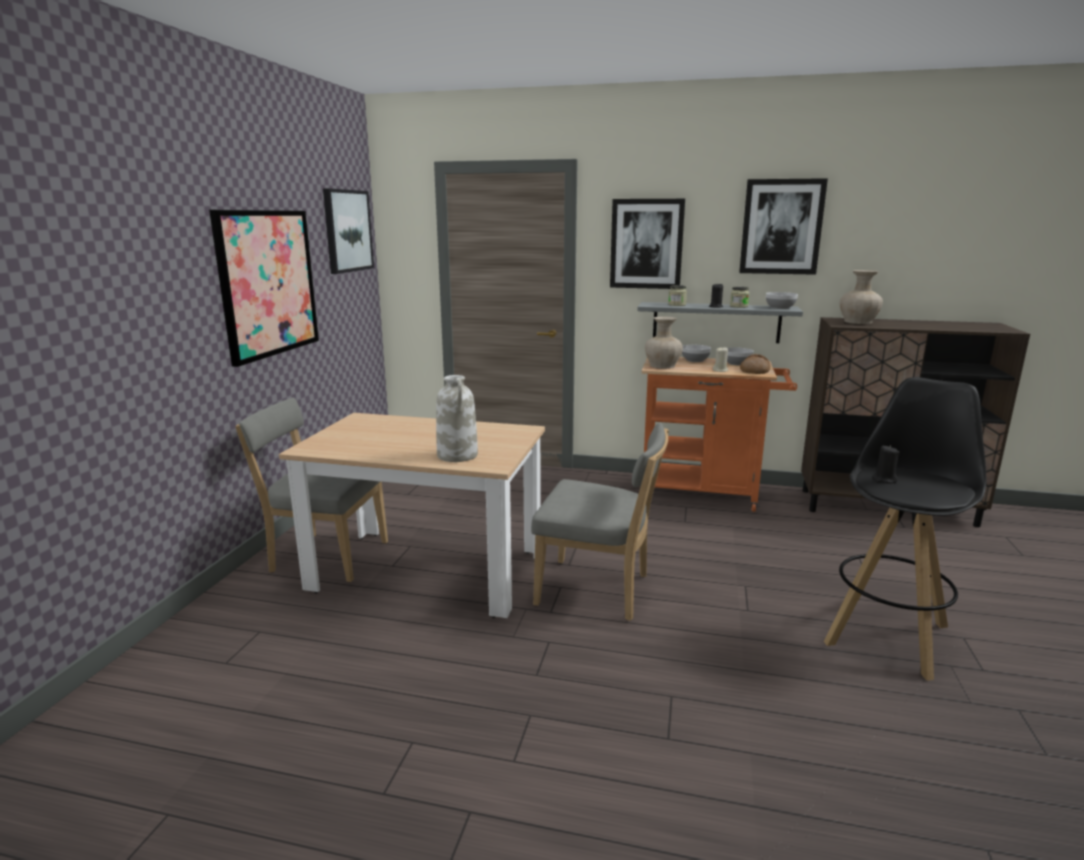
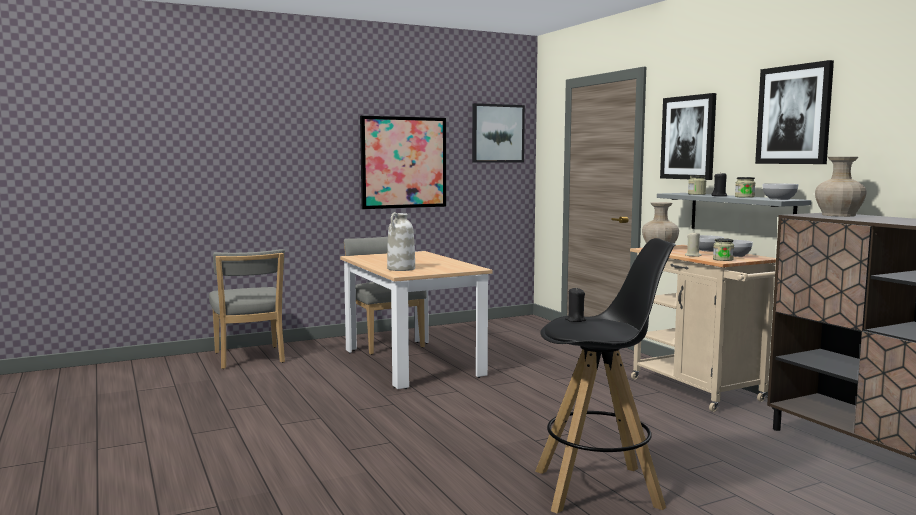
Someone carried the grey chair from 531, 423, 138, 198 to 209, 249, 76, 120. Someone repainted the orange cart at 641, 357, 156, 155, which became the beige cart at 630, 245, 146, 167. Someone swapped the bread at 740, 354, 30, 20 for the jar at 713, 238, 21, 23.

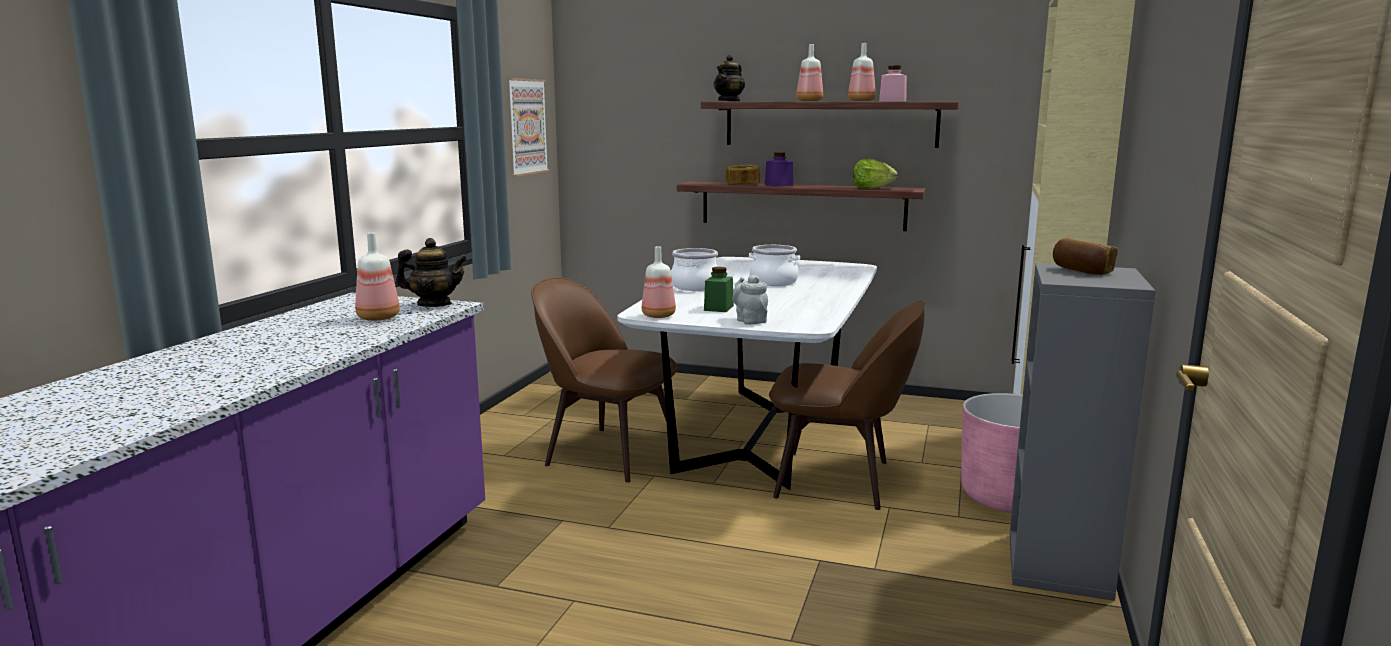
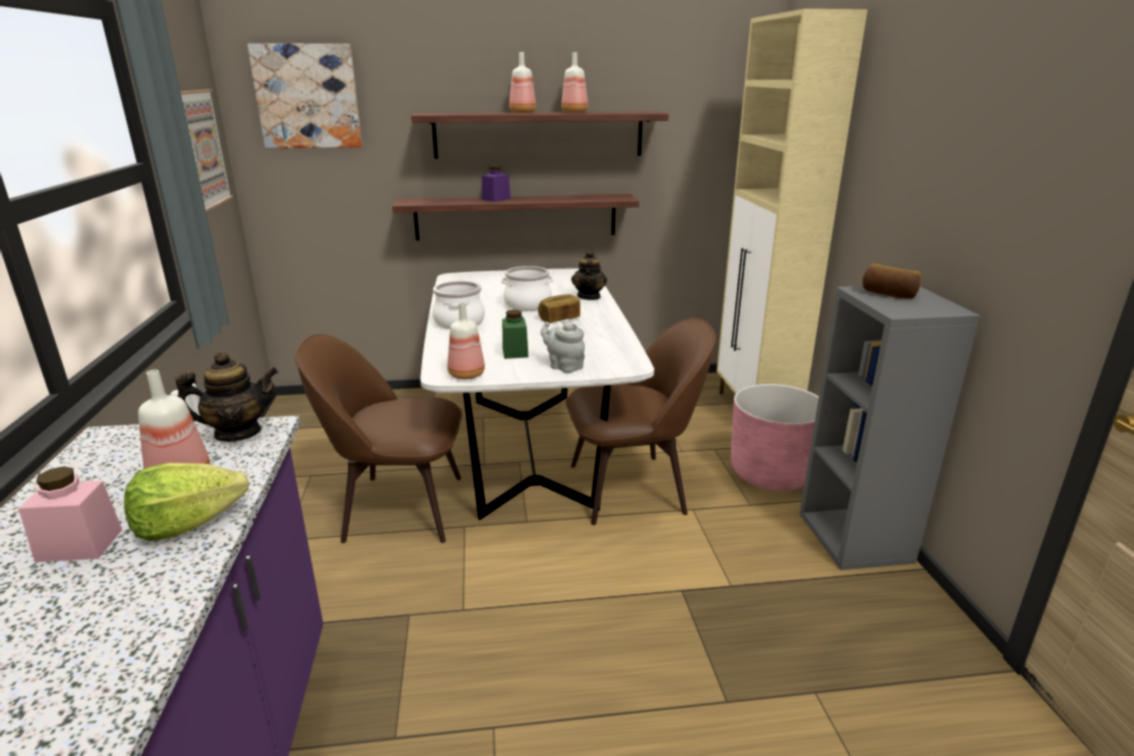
Someone carried the teapot from 714, 55, 31, 46 to 571, 250, 36, 50. Someone carried the bread from 725, 165, 35, 20 to 538, 294, 42, 29. Someone carried the lettuce from 853, 159, 44, 30 to 124, 463, 125, 78. Someone carried the pink jar from 879, 66, 28, 35 to 18, 466, 104, 96. Someone put up the picture at 247, 43, 115, 105.

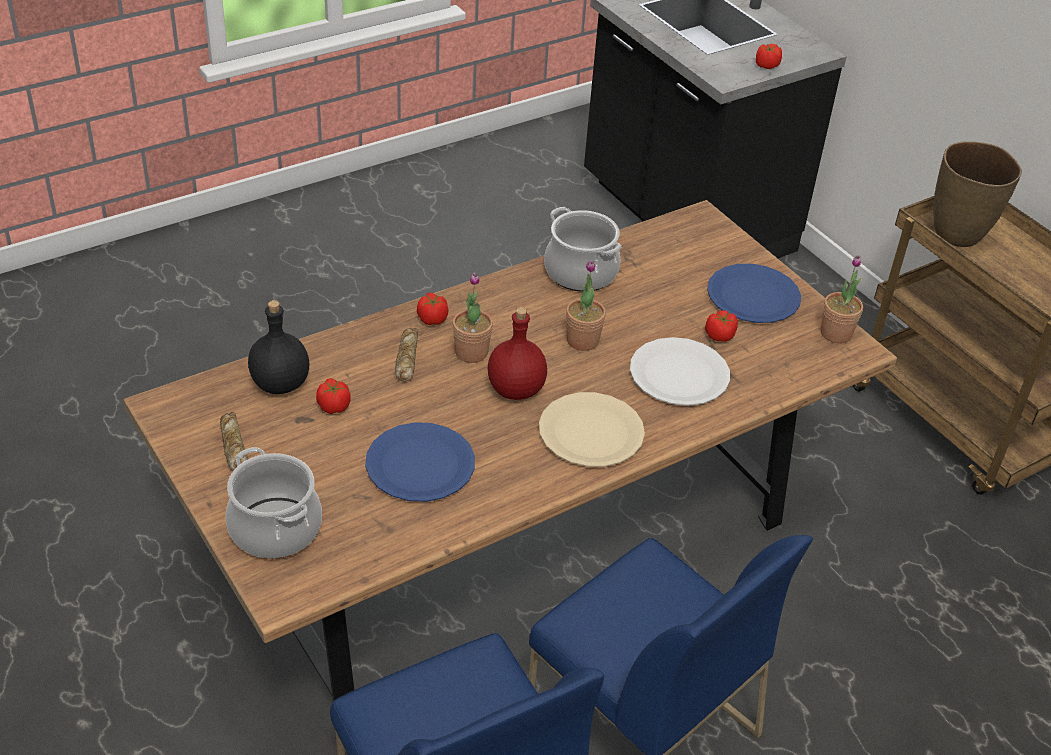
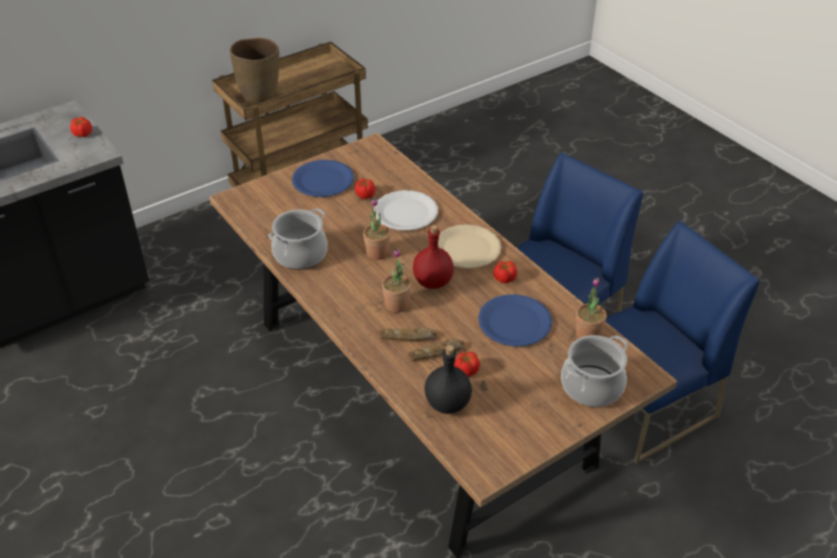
Someone carried the bread from 220, 412, 28, 59 to 408, 338, 56, 23. Someone carried the tomato from 417, 293, 32, 32 to 494, 261, 23, 22. Someone carried the potted plant from 820, 255, 43, 88 to 576, 278, 31, 61.

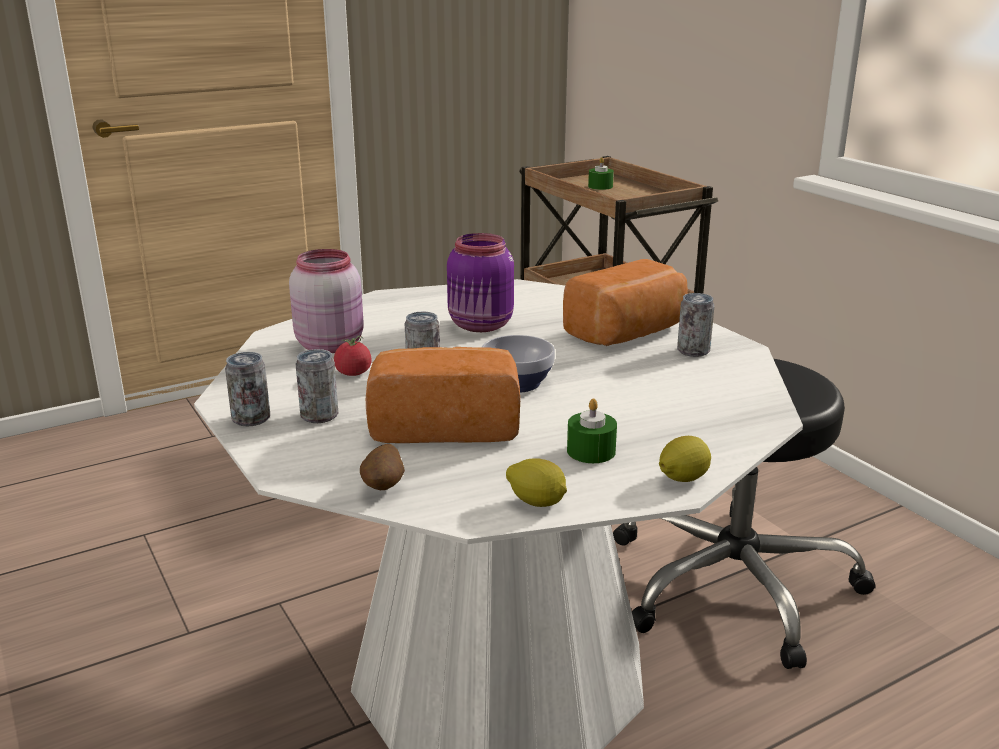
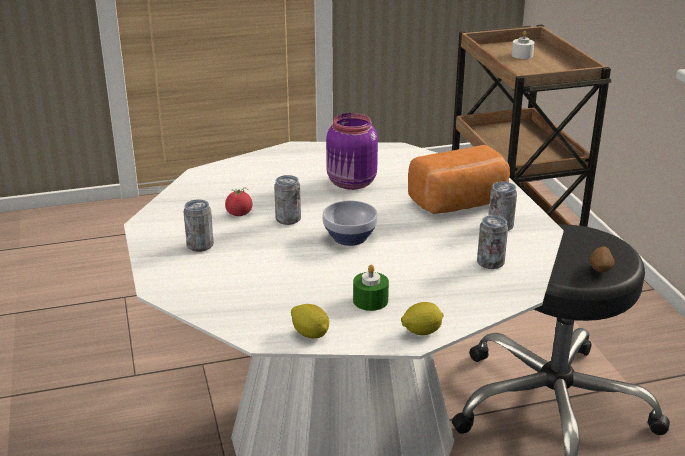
Someone carried the can from 225, 352, 45, 75 to 477, 215, 31, 54. Someone took away the pink jar at 289, 249, 75, 104. Someone carried the potato from 360, 444, 45, 46 to 589, 246, 26, 26. Someone took away the bread at 366, 347, 154, 96. Someone repainted the green candle at 588, 157, 26, 33, which became the white candle at 512, 31, 22, 28.

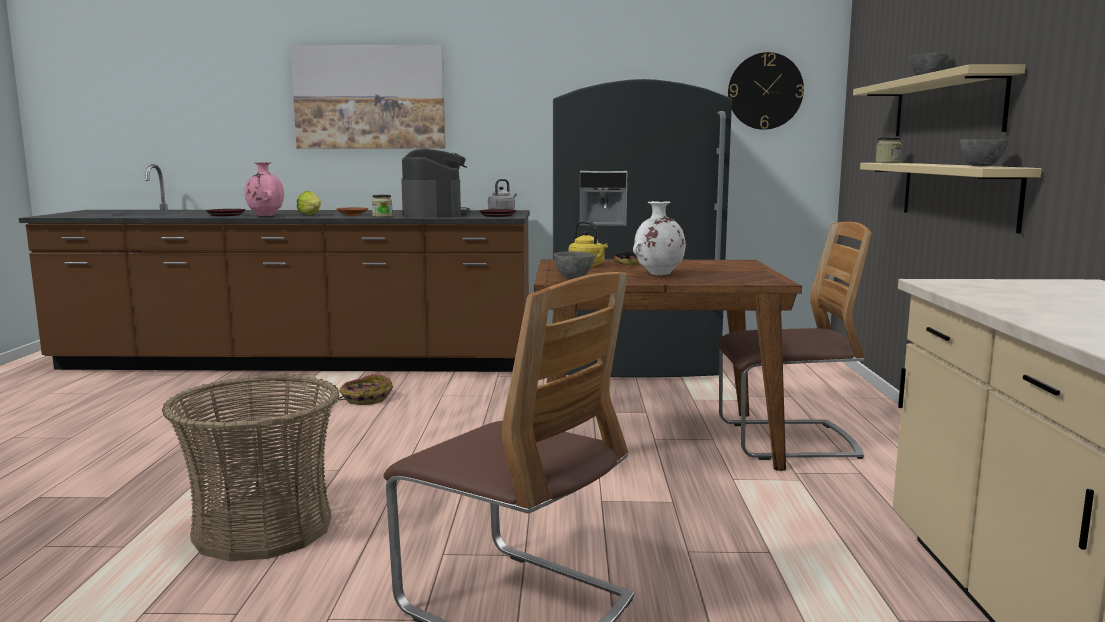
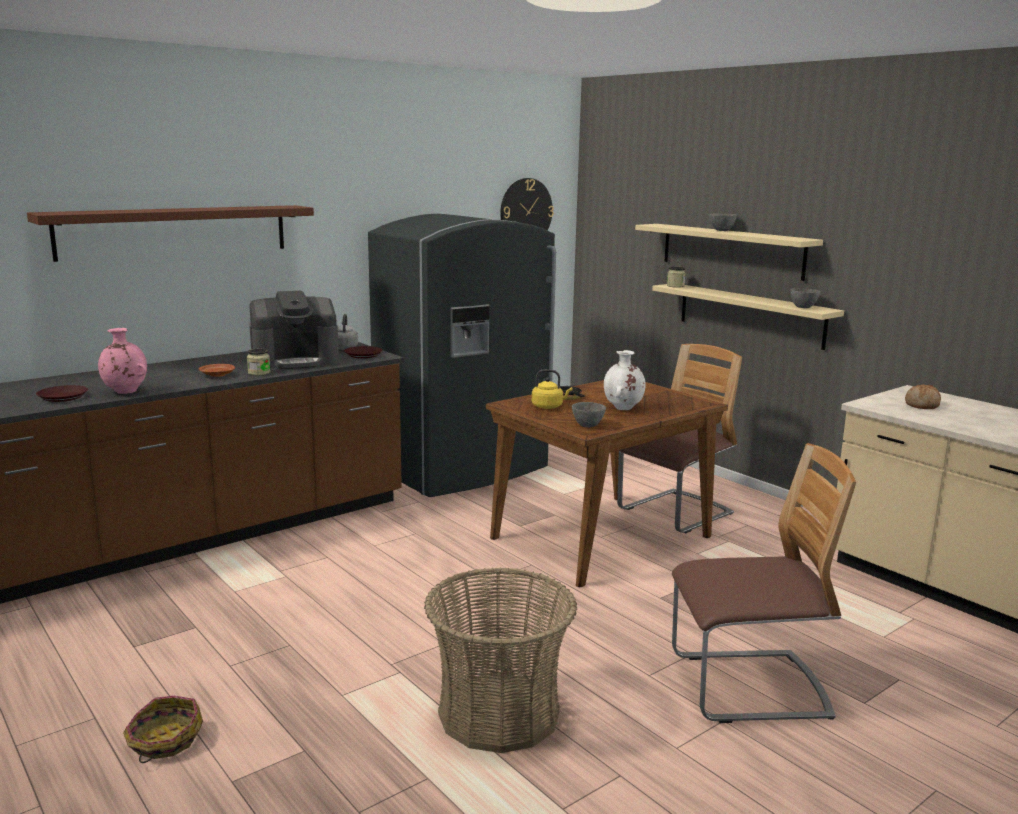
Someone swapped the picture at 290, 45, 155, 103 for the brown shelf at 27, 205, 287, 57. Someone took away the lettuce at 297, 191, 24, 24. Someone carried the basket from 338, 374, 55, 31 to 123, 696, 80, 67. Someone rotated the coffee machine at 401, 149, 69, 69 by 120 degrees clockwise. Someone put down the bread at 905, 384, 36, 25.

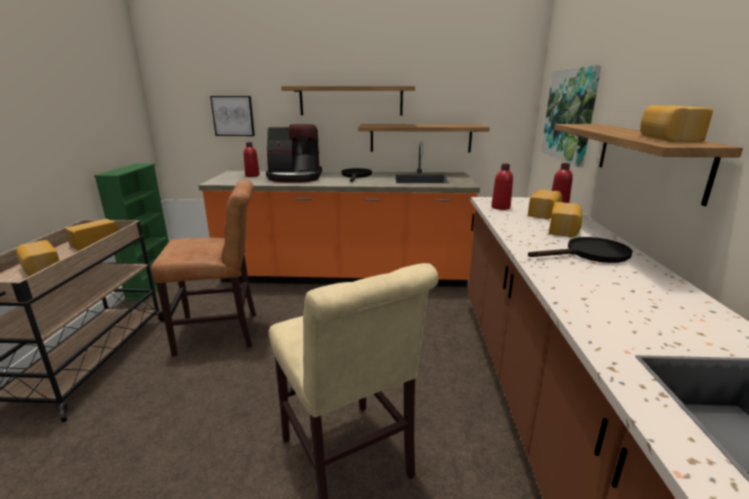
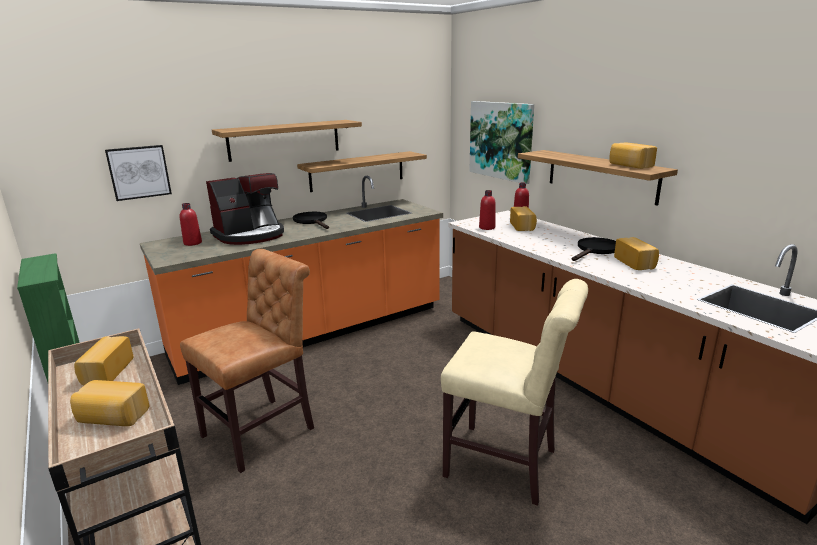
Someone carried the bread from 549, 202, 33, 35 to 614, 237, 45, 33.

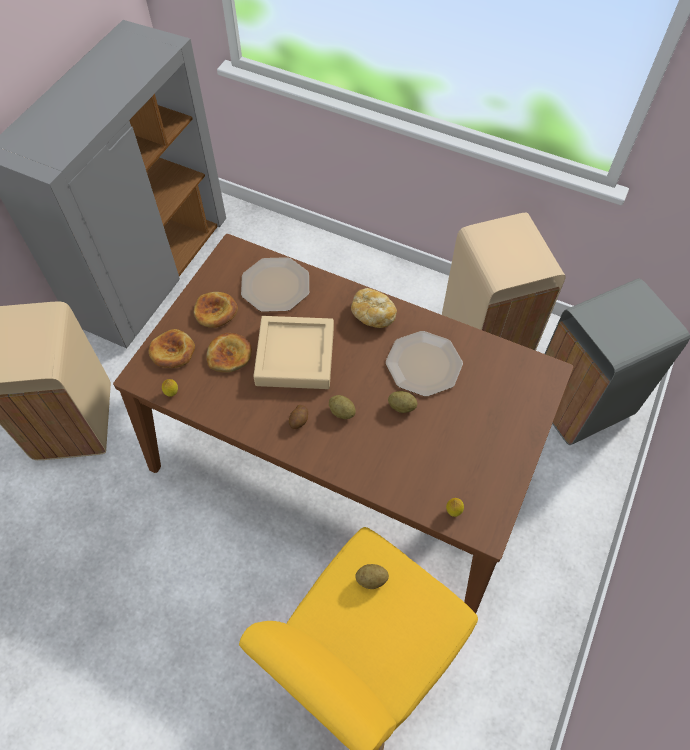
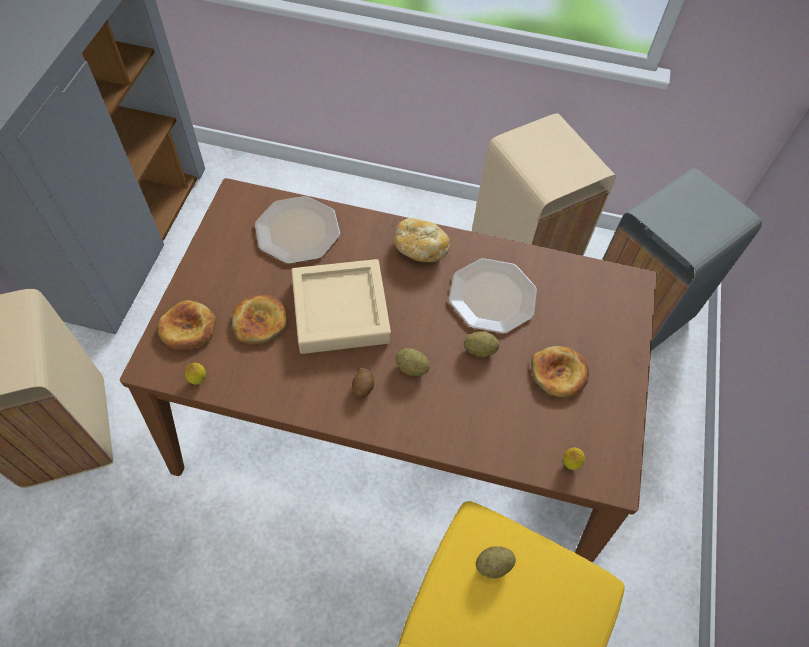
Someone carried the bread from 194, 292, 44, 36 to 531, 346, 58, 51.

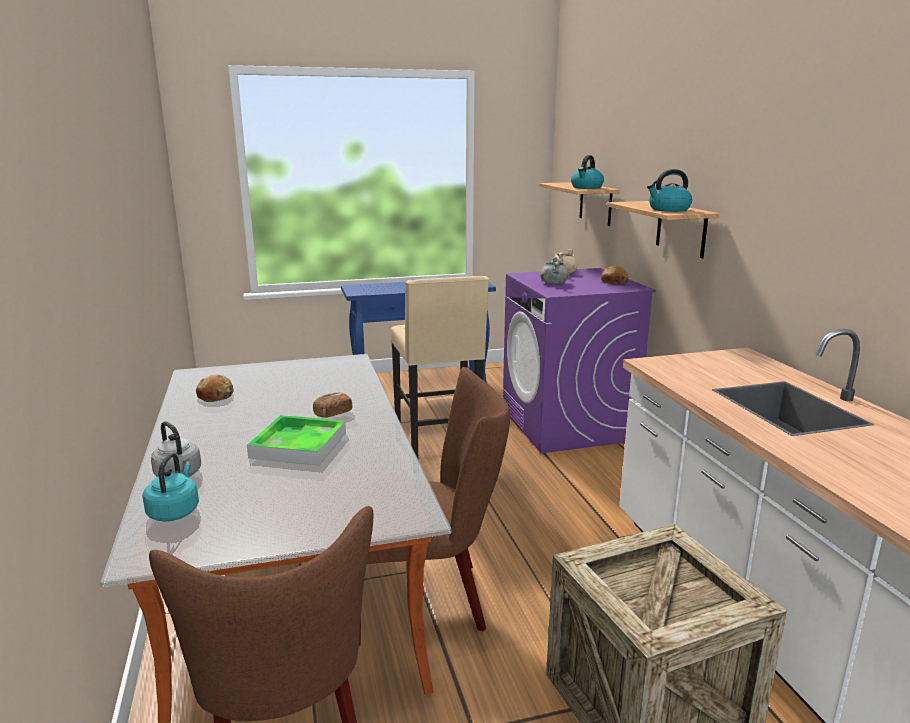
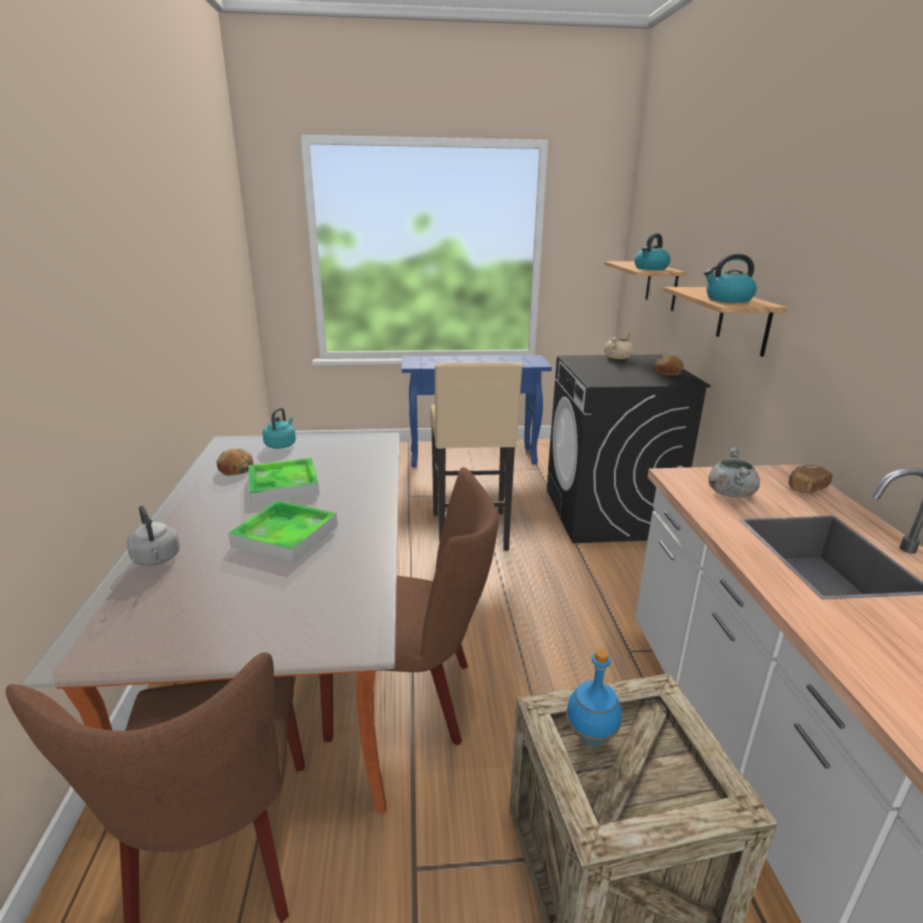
Someone carried the turquoise kettle from 143, 453, 56, 69 to 262, 408, 34, 41. Someone carried the bread from 313, 392, 40, 26 to 788, 464, 45, 30. Someone repainted the purple washing machine at 503, 268, 153, 185, which became the black washing machine at 547, 354, 164, 189. Someone carried the grey cooking pot from 540, 257, 29, 27 to 708, 447, 52, 50. Someone put down the tray at 248, 458, 72, 46. Someone put down the blue bottle at 566, 649, 56, 96.

